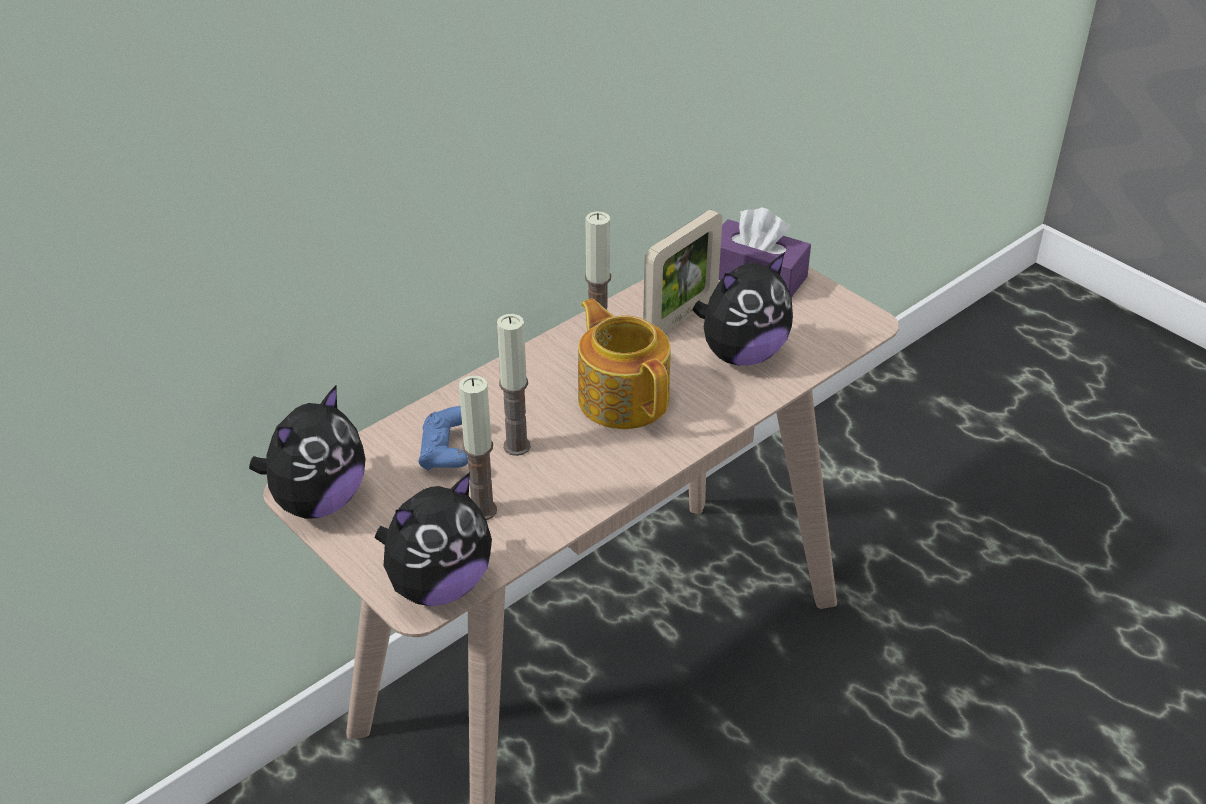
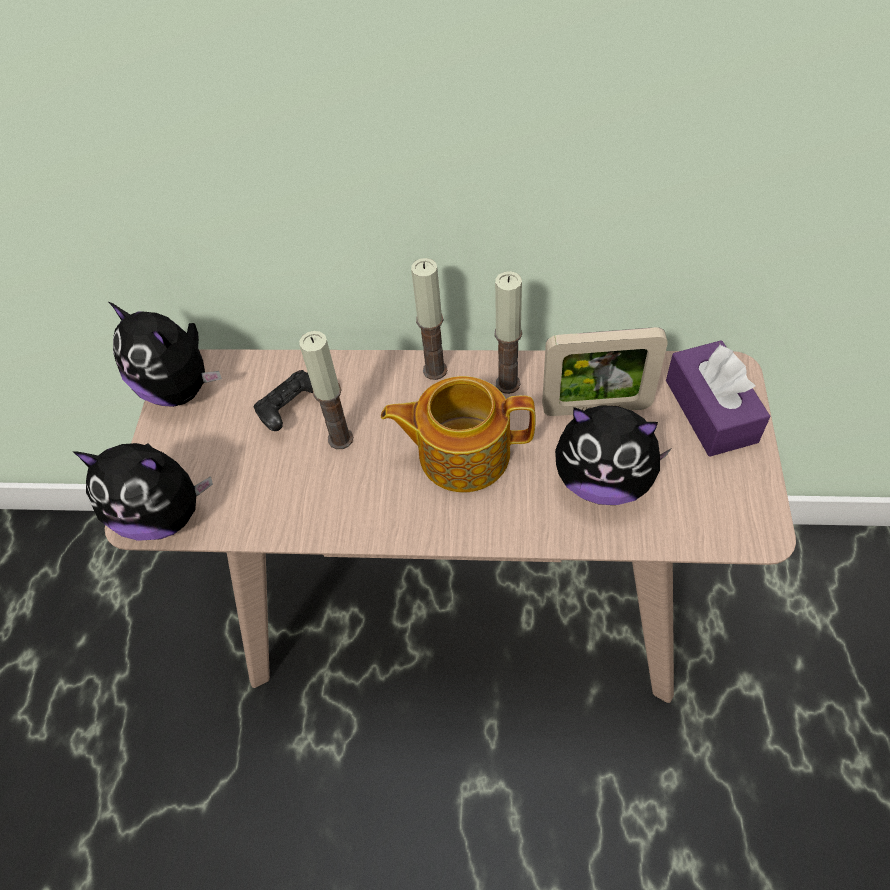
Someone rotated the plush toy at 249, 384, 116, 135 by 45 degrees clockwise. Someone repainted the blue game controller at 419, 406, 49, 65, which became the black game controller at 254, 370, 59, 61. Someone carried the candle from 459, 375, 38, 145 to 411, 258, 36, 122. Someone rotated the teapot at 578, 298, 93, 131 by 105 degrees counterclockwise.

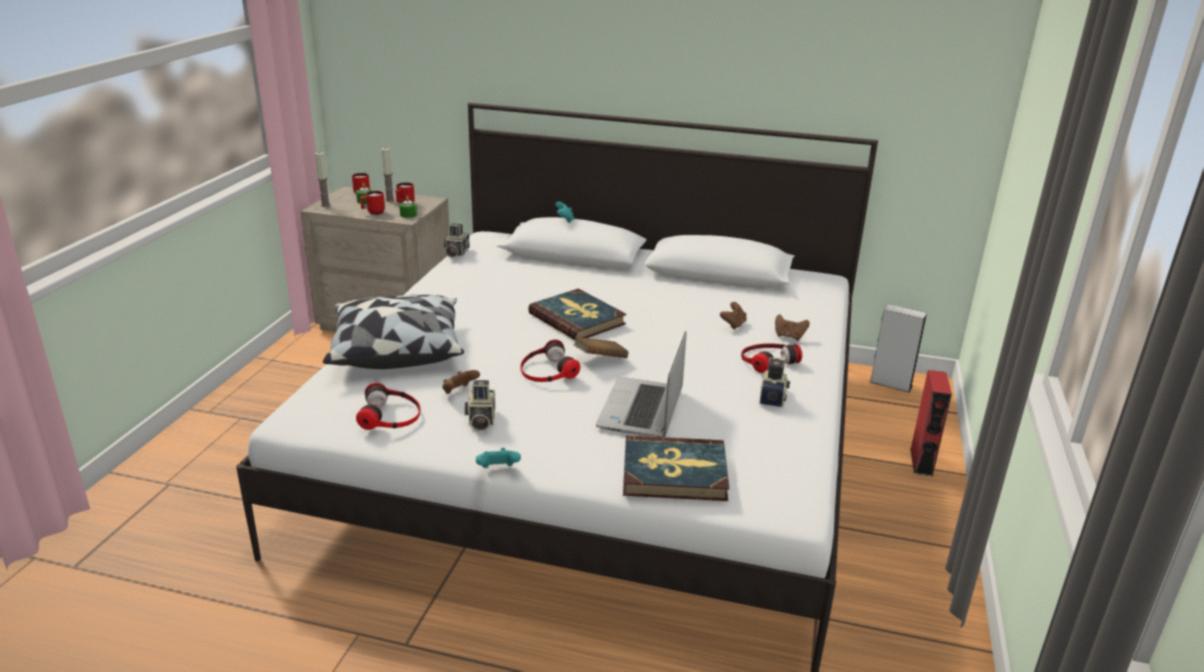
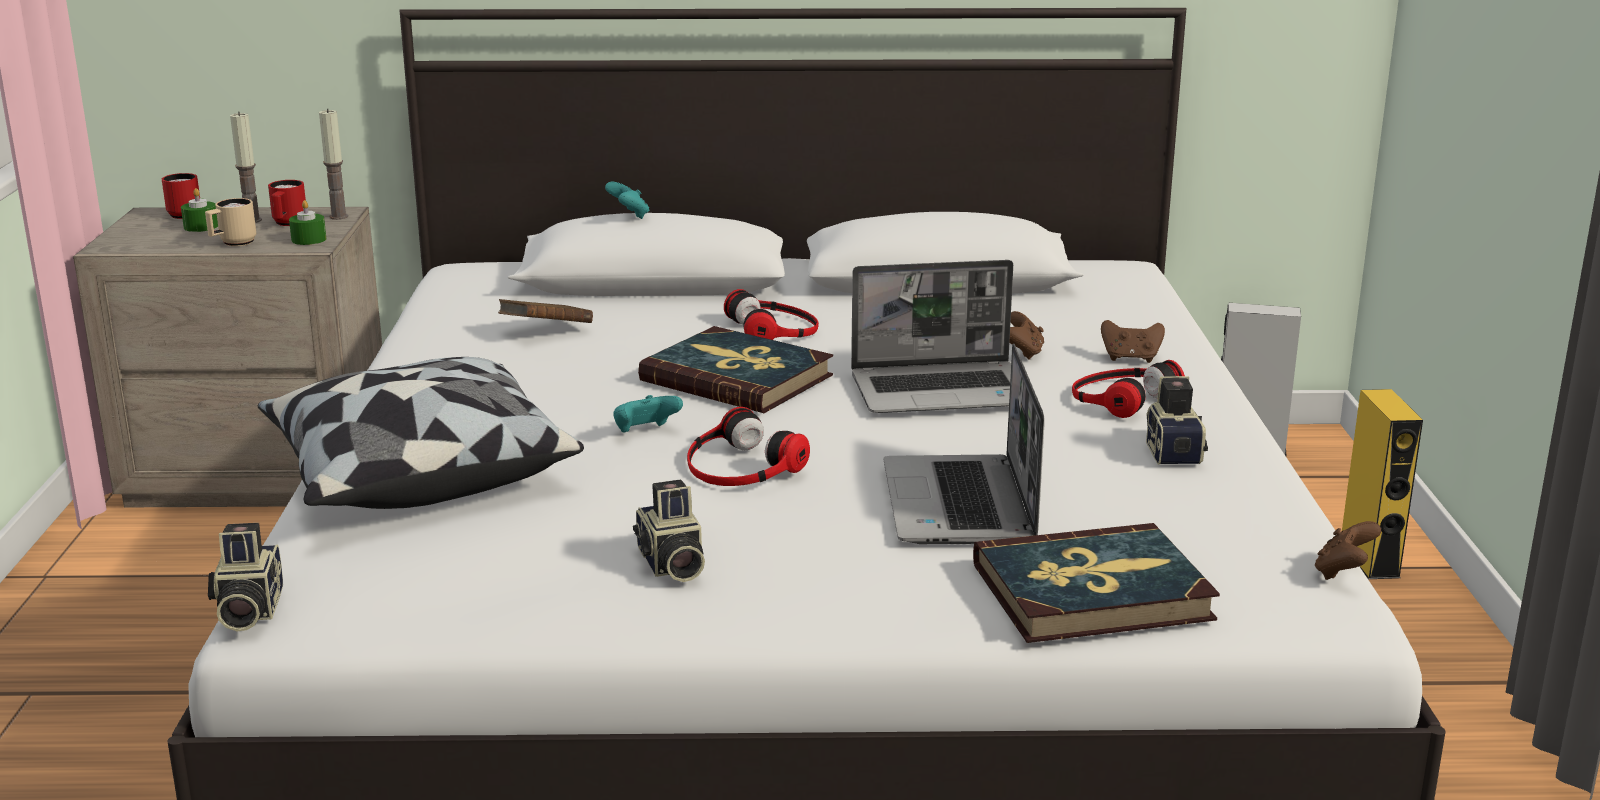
Someone carried the candle from 315, 152, 15, 55 to 319, 108, 29, 112. Someone carried the headphones from 356, 383, 65, 47 to 724, 289, 95, 51. Someone repainted the red mug at 360, 191, 25, 24, which became the beige mug at 205, 198, 51, 48. Someone carried the brown game controller from 442, 370, 38, 24 to 1315, 521, 66, 59. Someone carried the photo camera from 444, 223, 25, 35 to 208, 523, 75, 108. Someone carried the turquoise game controller from 476, 448, 45, 20 to 613, 395, 70, 38. Someone carried the brown book from 573, 337, 56, 21 to 498, 299, 95, 24. Someone repainted the red speaker at 910, 370, 42, 106, which became the yellow speaker at 1342, 389, 81, 190. Someone put down the laptop at 851, 260, 162, 153.

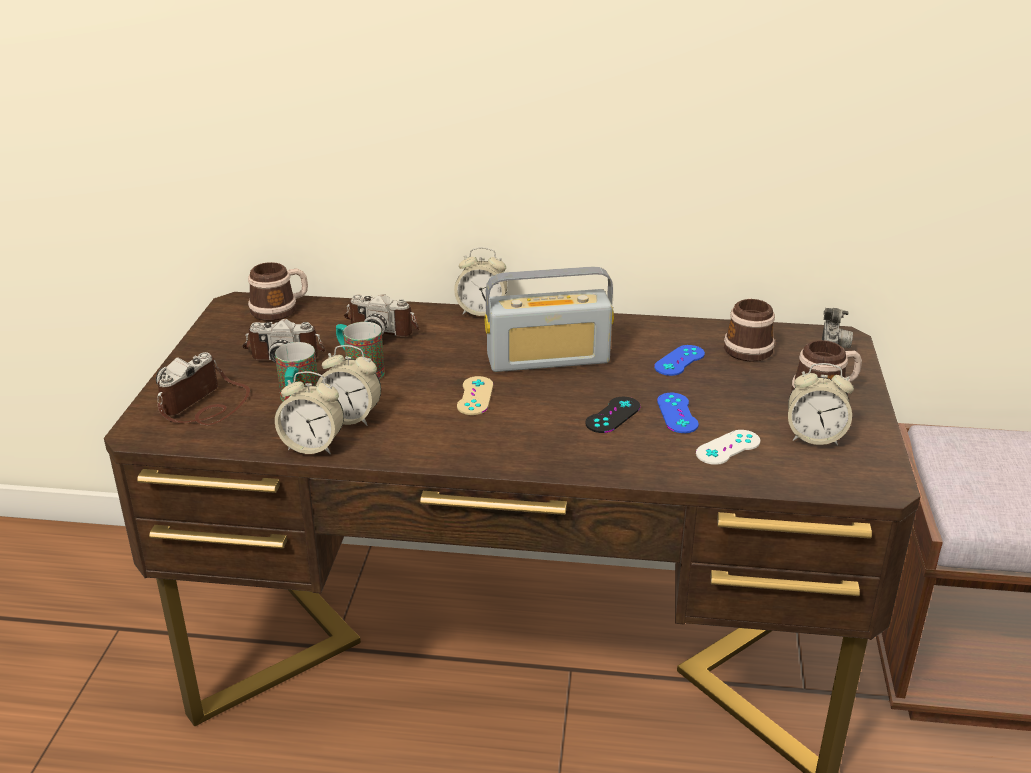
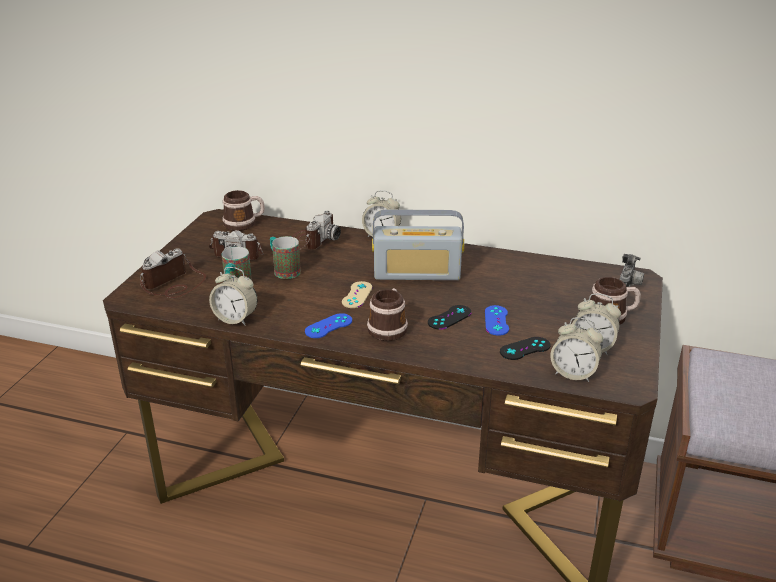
Someone carried the alarm clock from 316, 345, 65, 81 to 550, 318, 53, 64. Someone rotated the photo camera at 344, 294, 75, 42 by 90 degrees counterclockwise. Someone carried the blue game controller from 654, 345, 51, 31 to 305, 313, 47, 25. Someone repainted the white game controller at 696, 430, 64, 35, which became the black game controller at 500, 337, 51, 23. Someone carried the mug from 724, 298, 51, 64 to 367, 288, 41, 53.

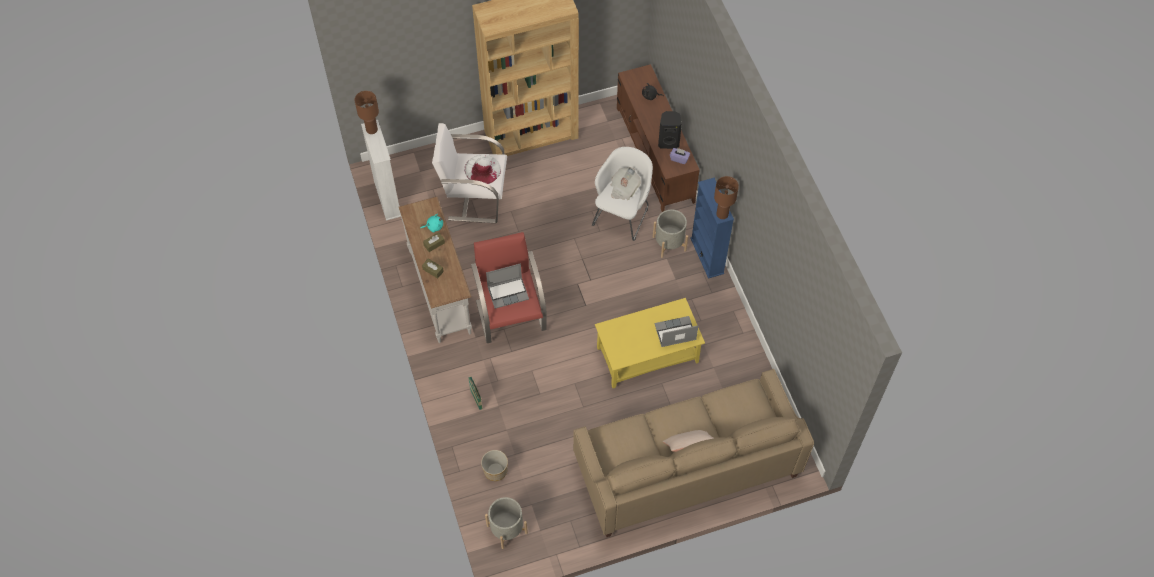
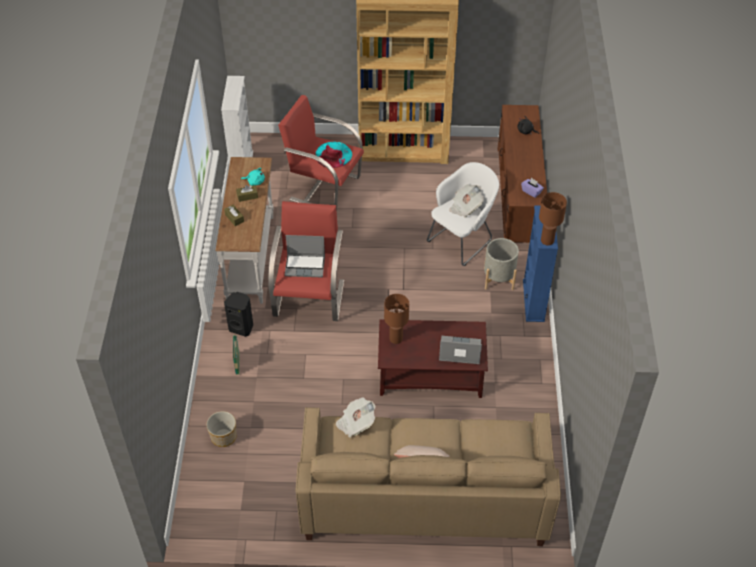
Someone carried the brown table lamp from 354, 91, 25, 43 to 384, 294, 25, 50. Someone repainted the white armchair at 432, 123, 75, 100, which became the red armchair at 278, 95, 86, 116. Someone repainted the white hat at 465, 155, 36, 29, which became the turquoise hat at 315, 142, 37, 26. Someone took away the grey planter at 485, 497, 43, 52. Someone repainted the yellow coffee table at 595, 298, 110, 90, which became the brown coffee table at 378, 319, 110, 79. Someone carried the black speaker from 658, 111, 24, 38 to 224, 292, 29, 45. Someone put down the newspaper at 336, 397, 40, 41.

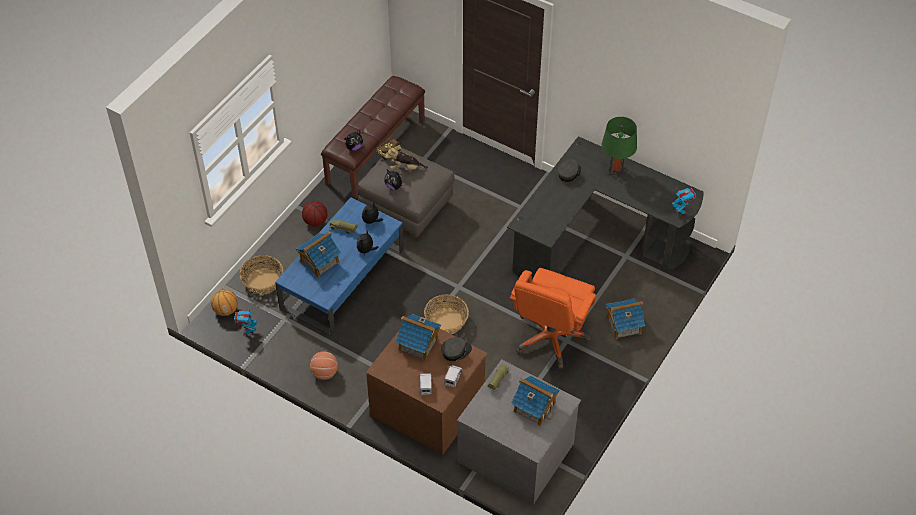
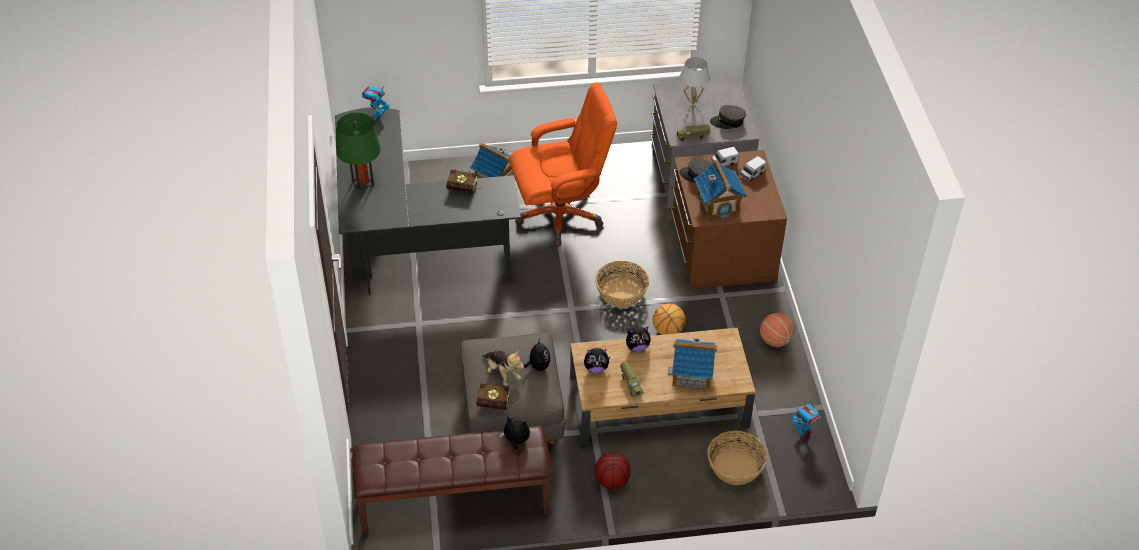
Someone carried the basketball from 211, 289, 27, 27 to 653, 303, 33, 32. Someone repainted the blue coffee table at 275, 197, 129, 139, which became the brown coffee table at 570, 328, 186, 117. Someone swapped the toy house at 511, 375, 48, 51 for the white table lamp at 680, 57, 30, 49. Someone carried the grey cap from 558, 159, 23, 23 to 710, 105, 36, 24. Someone put down the book at 446, 168, 37, 25.

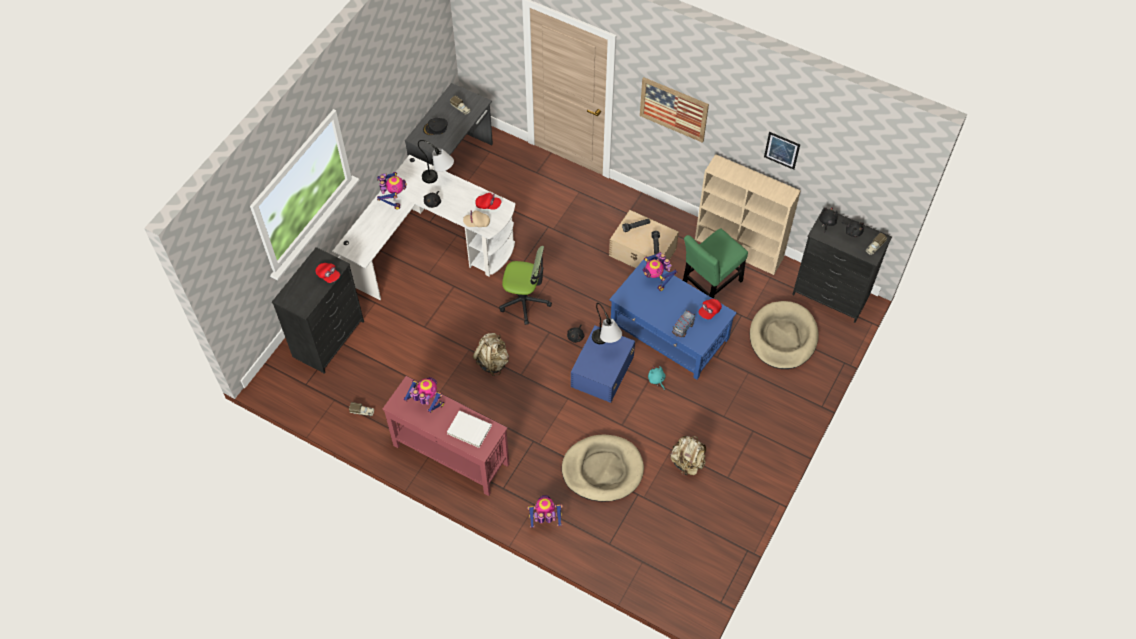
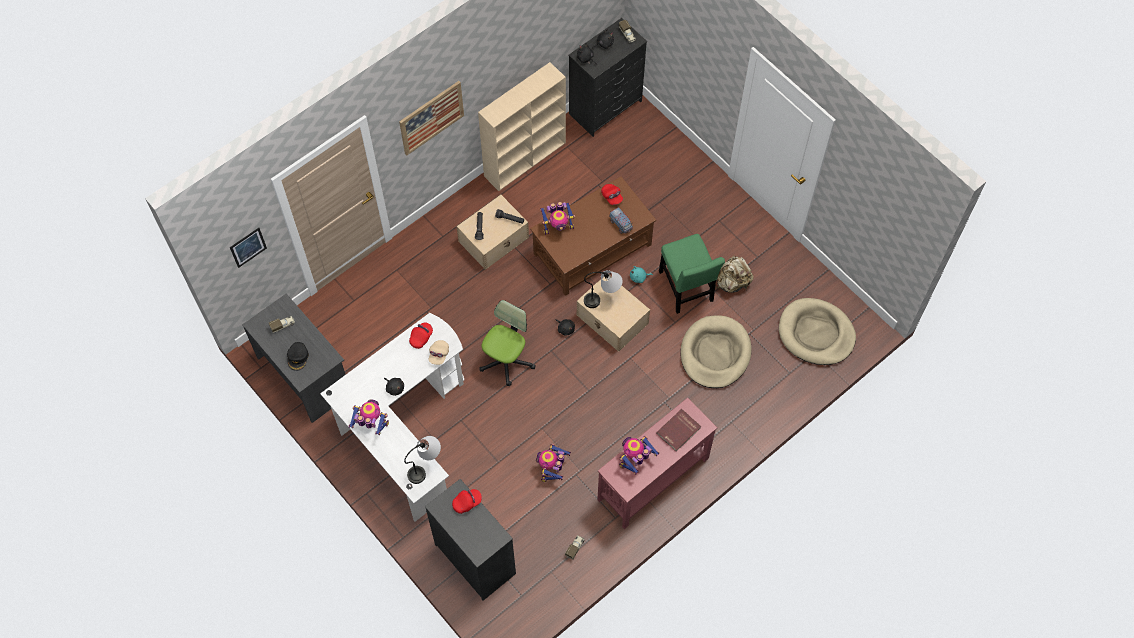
Someone carried the table lamp from 418, 140, 36, 43 to 404, 436, 37, 48. Someone repainted the white book at 447, 410, 45, 38, which became the red book at 656, 409, 45, 43. Someone took away the beige backpack at 473, 333, 36, 43. Someone carried the toy robot from 527, 495, 36, 32 to 536, 444, 35, 38. Someone repainted the blue storage box at 571, 326, 64, 77, which became the beige storage box at 577, 275, 73, 77. Someone repainted the blue coffee table at 609, 259, 128, 120, which became the brown coffee table at 530, 177, 126, 119. Someone carried the green chair from 683, 229, 65, 70 to 659, 234, 66, 80. Someone carried the beige dog bed from 750, 301, 69, 68 to 779, 298, 77, 67. Someone carried the picture from 764, 132, 36, 38 to 230, 227, 37, 41.

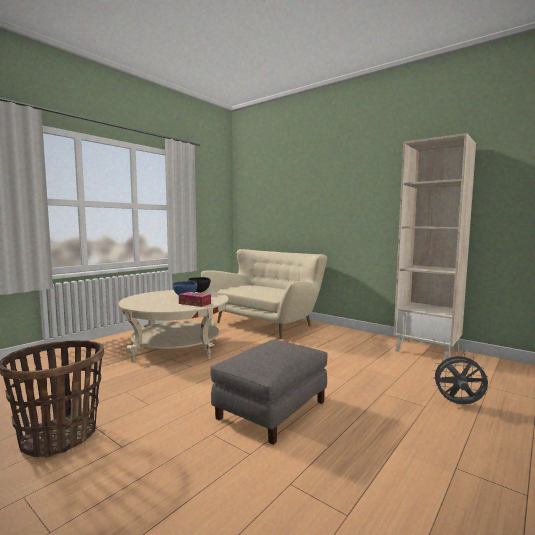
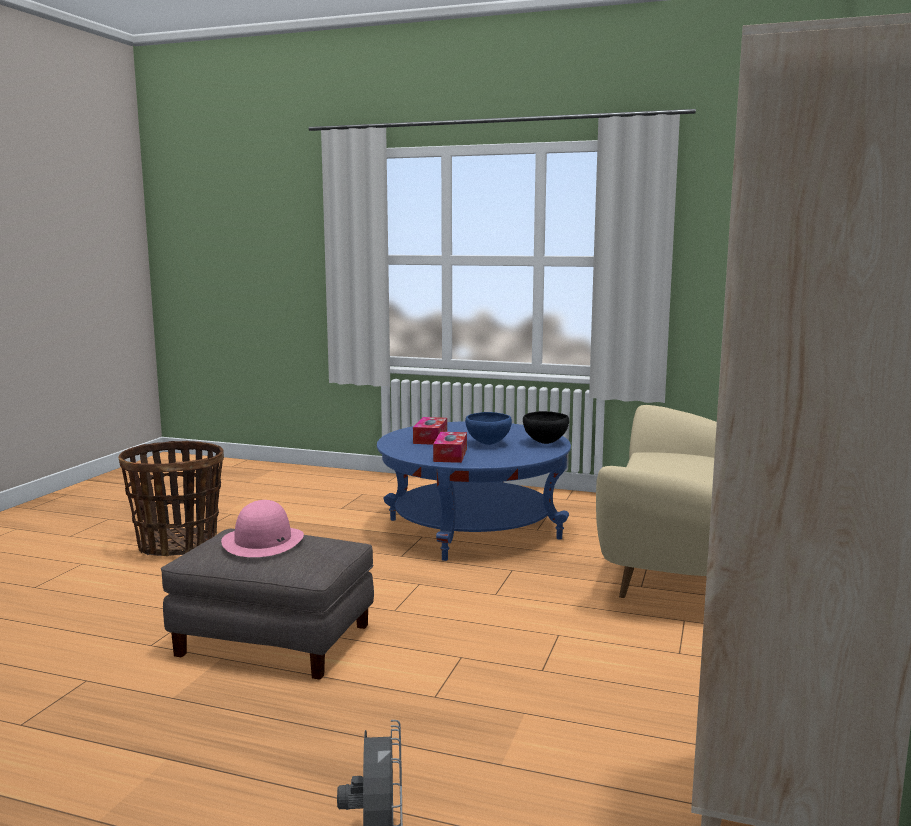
Someone repainted the beige coffee table at 119, 290, 109, 72, which became the blue coffee table at 377, 421, 194, 140. Someone put down the pink hat at 221, 500, 83, 57. Someone put down the tissue box at 413, 417, 34, 28.

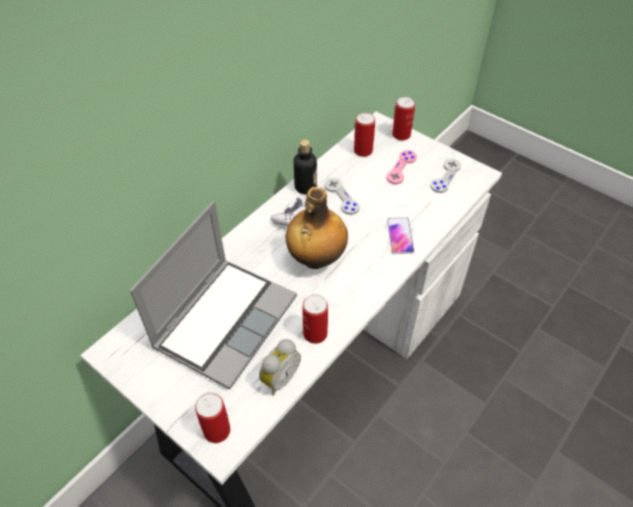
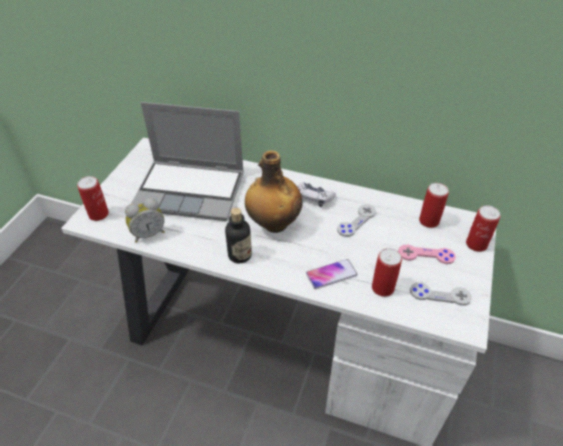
Someone rotated the alarm clock at 259, 339, 42, 57 by 45 degrees counterclockwise. Someone carried the bottle from 294, 140, 23, 54 to 225, 208, 27, 56. Someone carried the can from 303, 294, 25, 50 to 372, 248, 30, 49.

